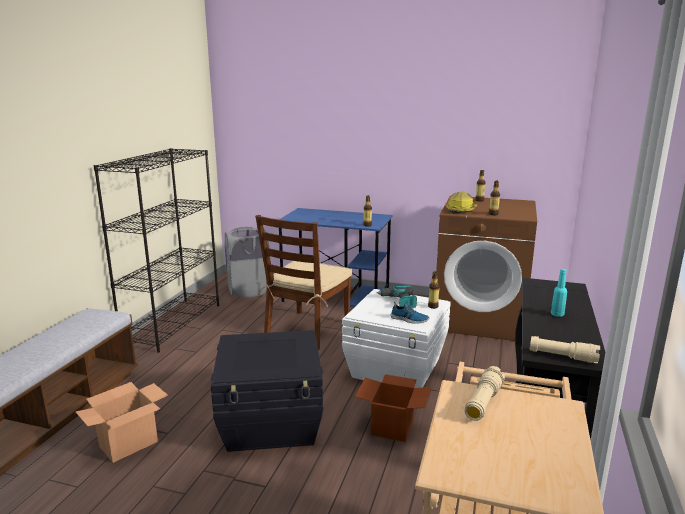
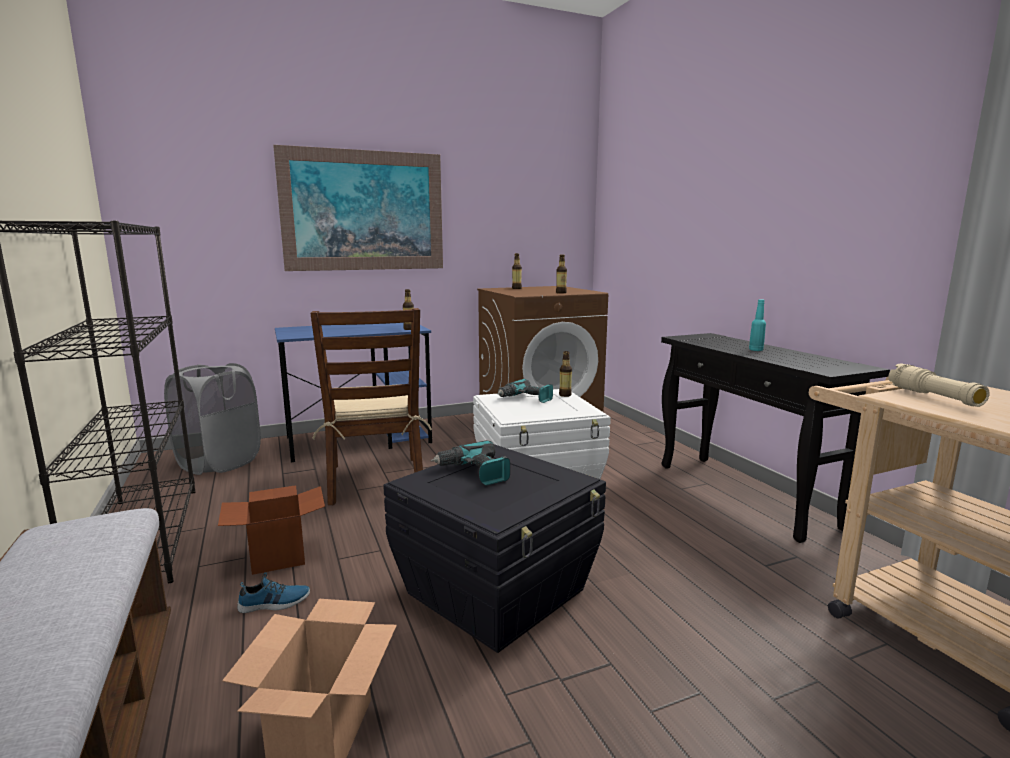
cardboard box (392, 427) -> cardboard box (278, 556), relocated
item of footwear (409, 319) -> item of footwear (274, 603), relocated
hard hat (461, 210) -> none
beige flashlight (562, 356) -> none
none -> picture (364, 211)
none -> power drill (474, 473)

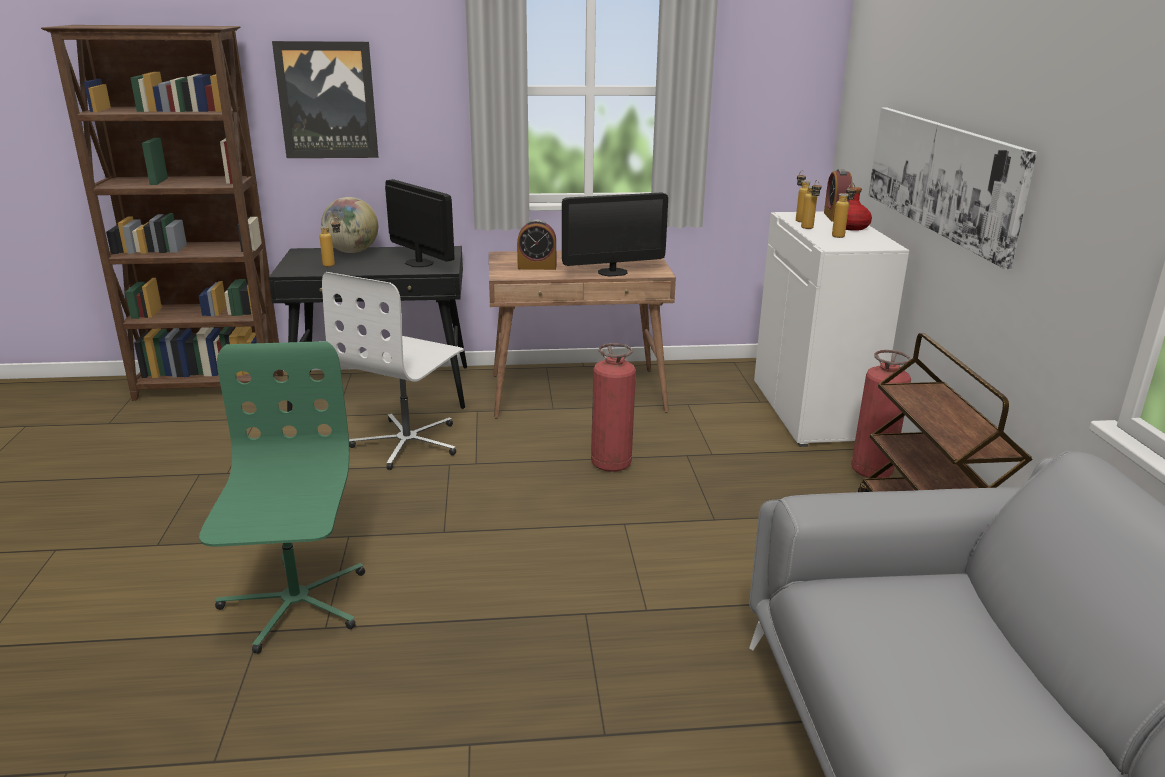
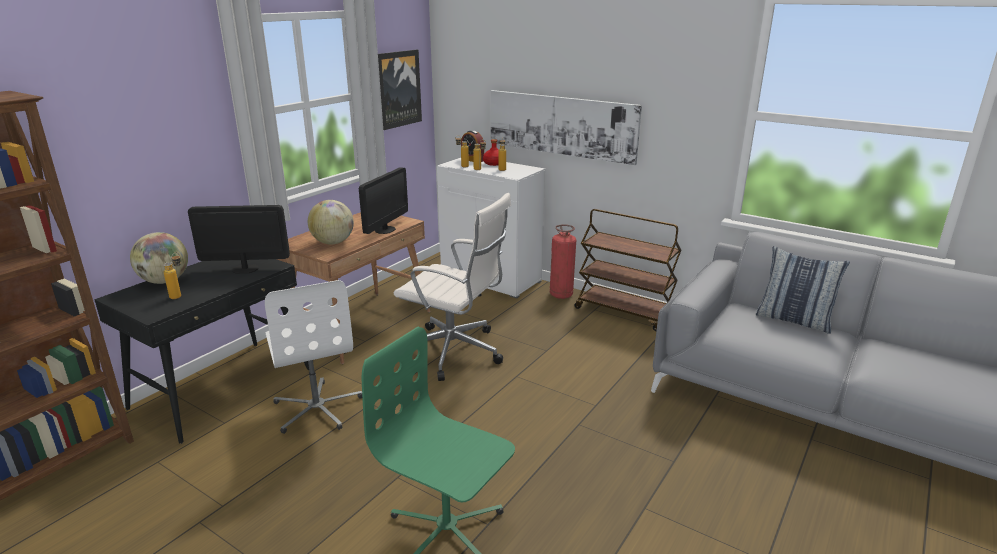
picture (327, 100) -> picture (398, 89), relocated
table clock (537, 267) -> desk globe (333, 242)
fire extinguisher (611, 464) -> white office chair (454, 352)
none -> throw pillow (794, 320)

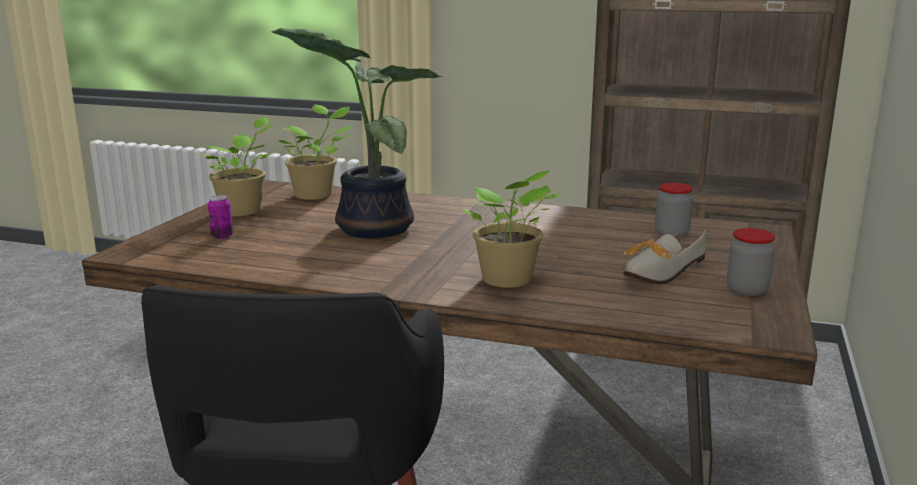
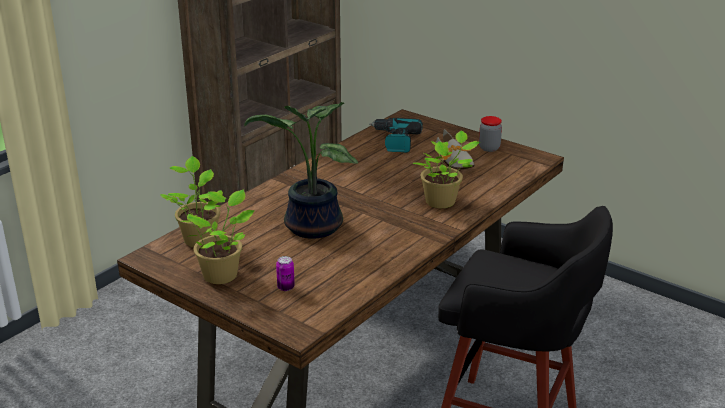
storage jar (671, 234) -> power drill (394, 141)

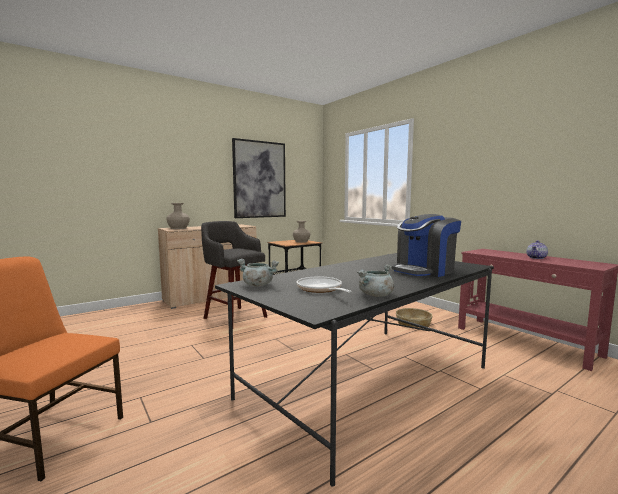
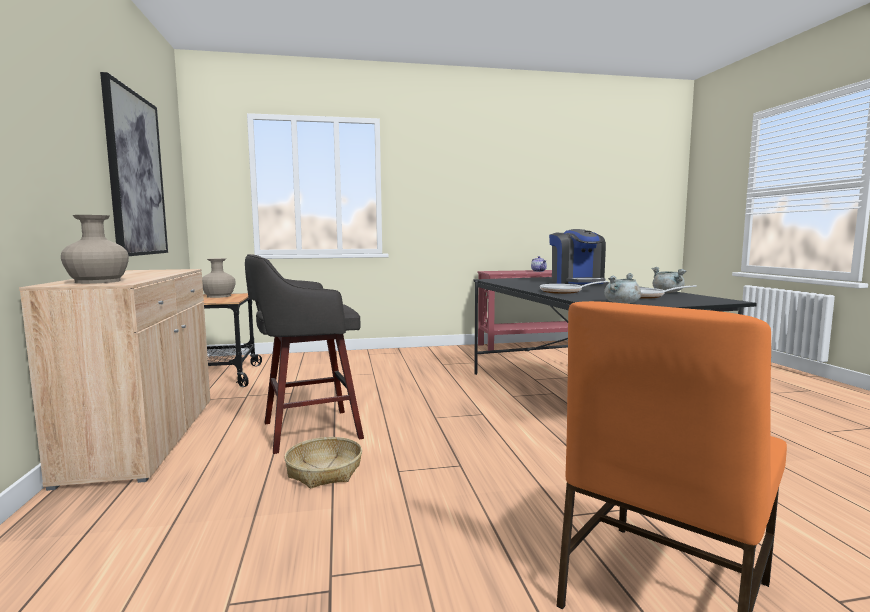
storage basket (413, 323) -> storage basket (324, 471), relocated
none -> pan (564, 292)

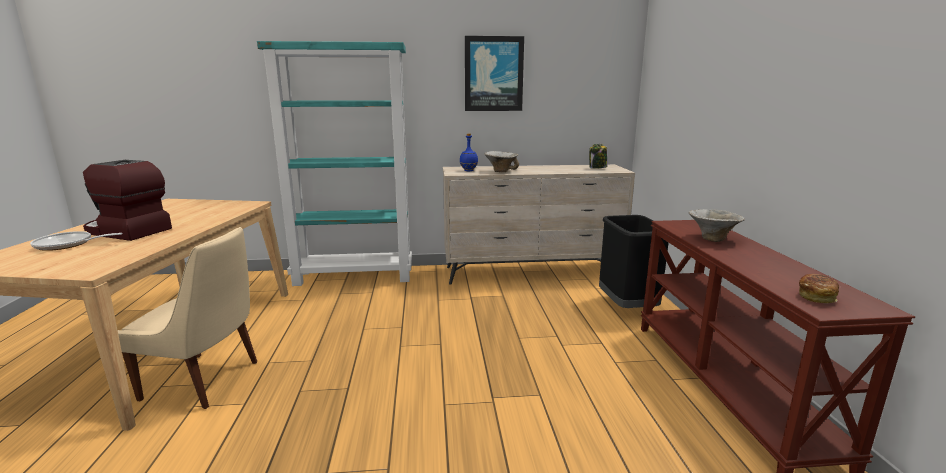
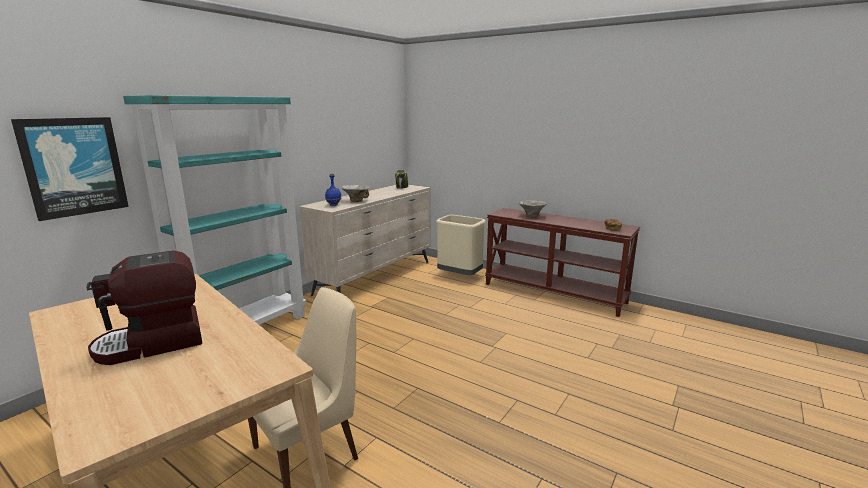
pan (68, 245) -> none
picture (493, 74) -> picture (74, 167), relocated
black-coloured waste bin (626, 306) -> beige waste bin (459, 276)

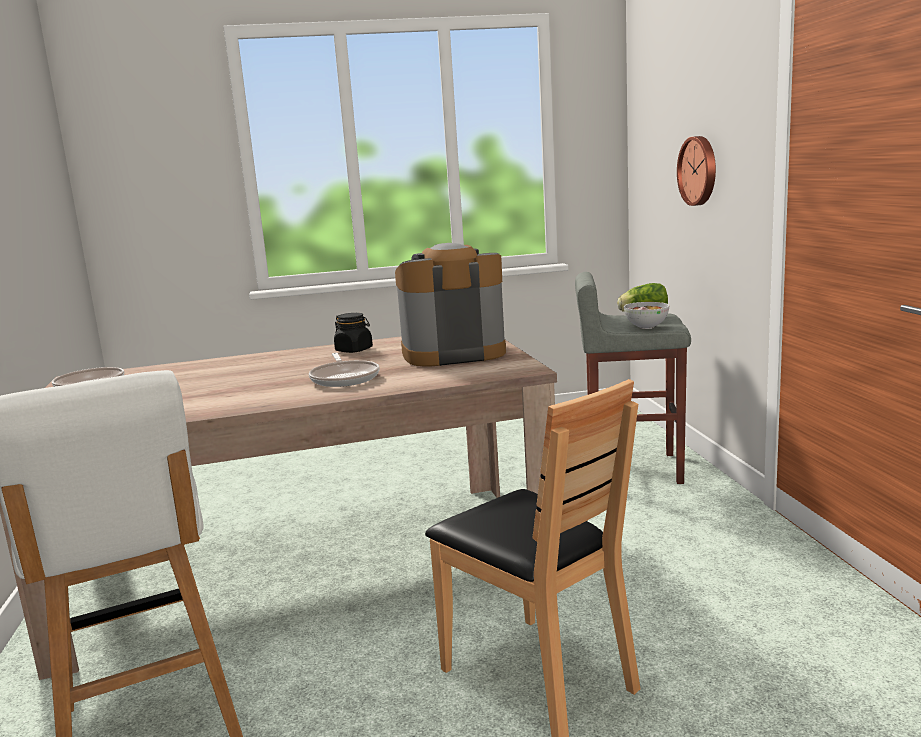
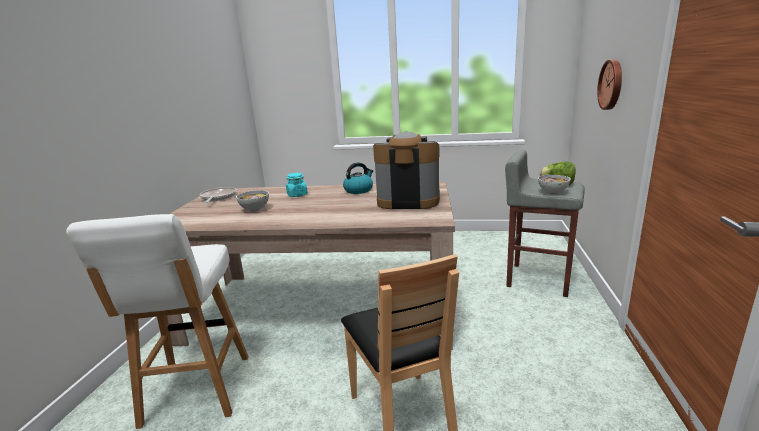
pan (344, 378) -> none
black-coloured storage jar (354, 350) -> kettle (359, 190)
none -> serving bowl (254, 209)
none -> turquoise storage jar (297, 195)

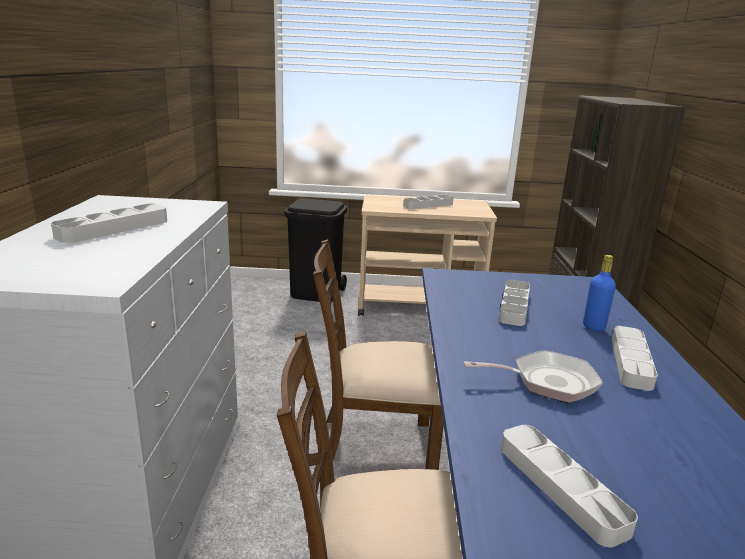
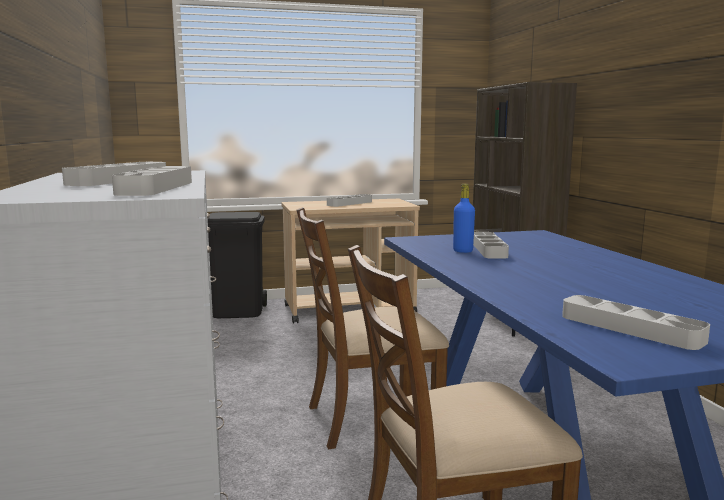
pan (547, 382) -> none
blue-coloured bottle (593, 327) -> blue-coloured bottle (463, 251), relocated
gray tray (631, 361) -> gray tray (156, 188), relocated

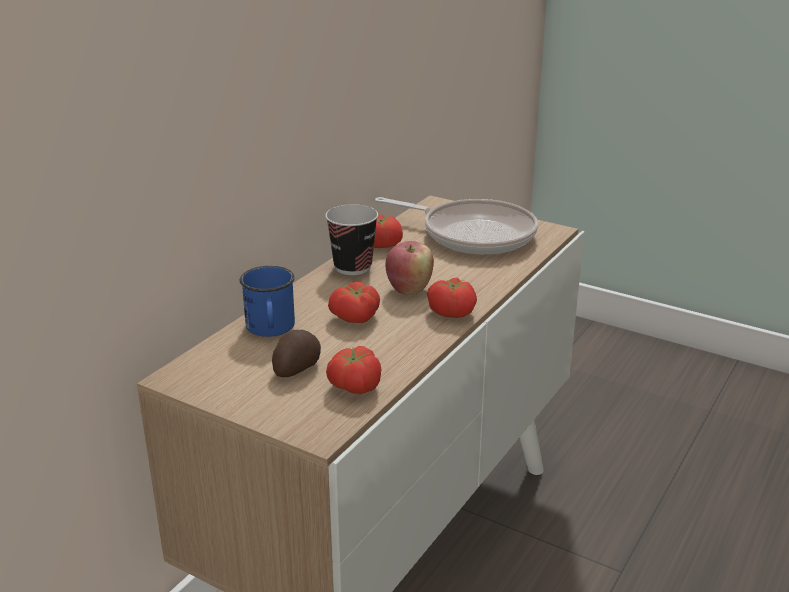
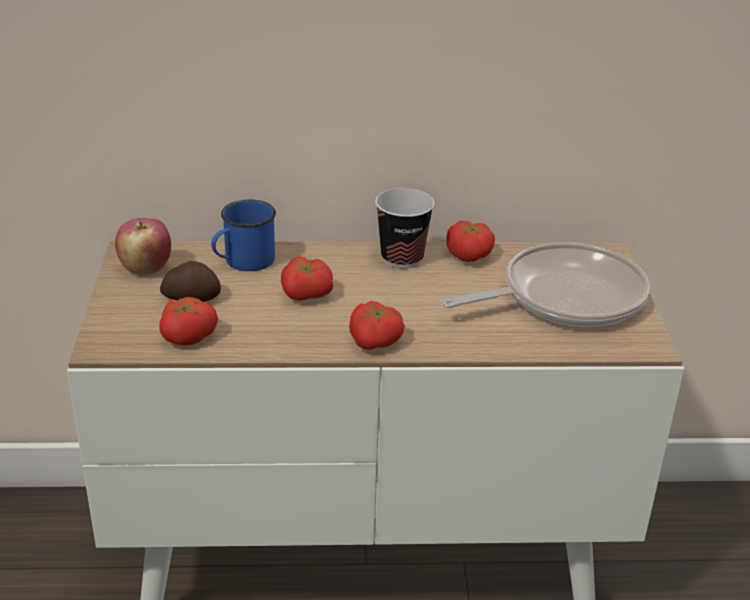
pan (472, 234) -> pan (564, 297), 105 degrees counterclockwise
apple (409, 289) -> apple (145, 269), relocated

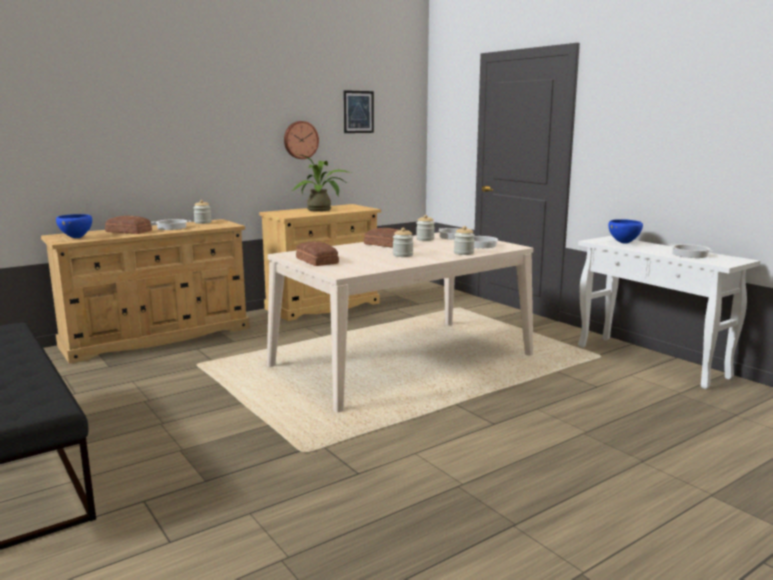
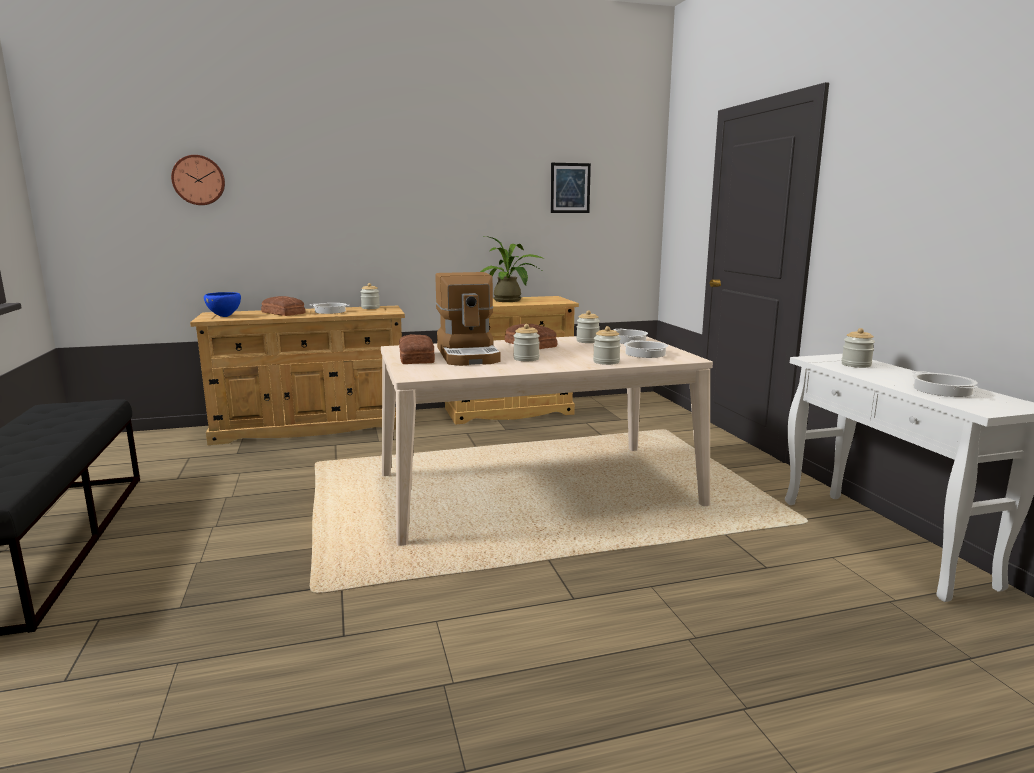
clock on the wall (300, 140) -> clock on the wall (199, 180), relocated
blue-coloured serving bowl (624, 243) -> storage jar (856, 365)
none -> coffee maker (469, 355)

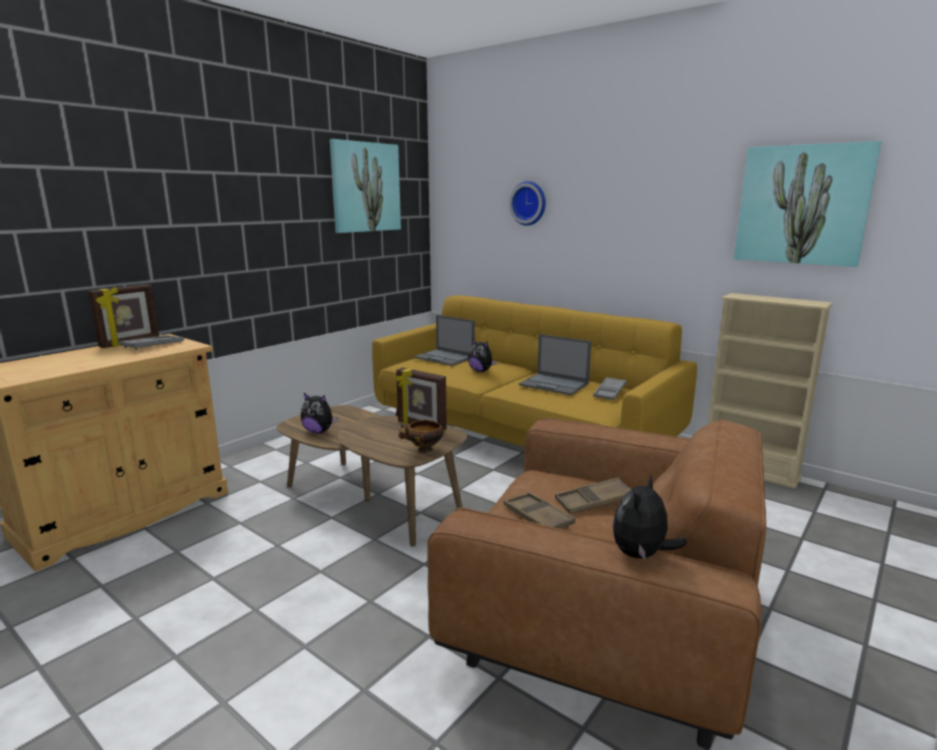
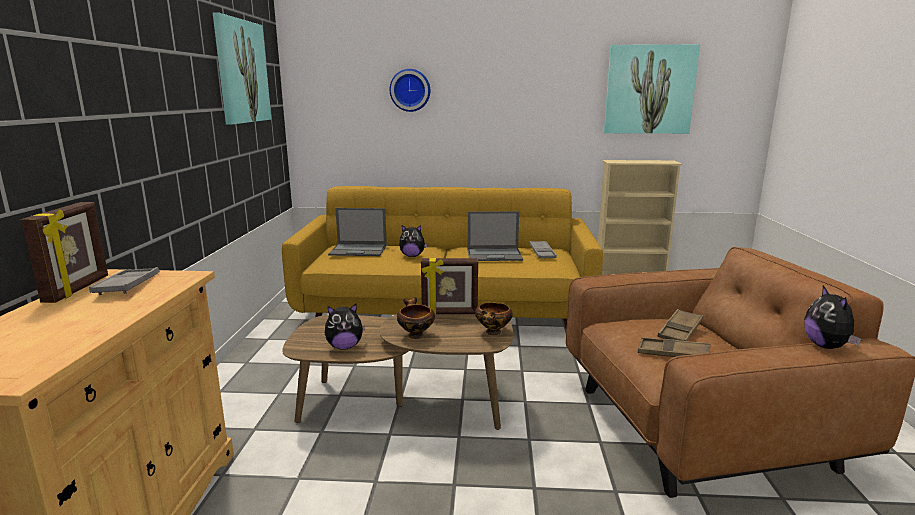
none -> serving bowl (415, 335)

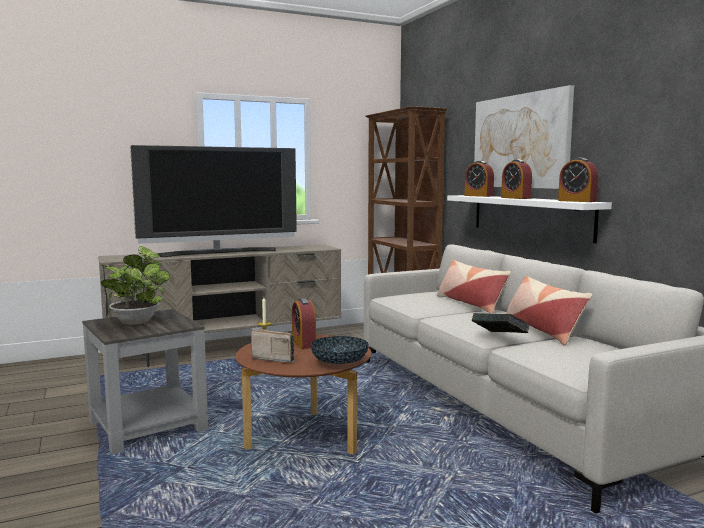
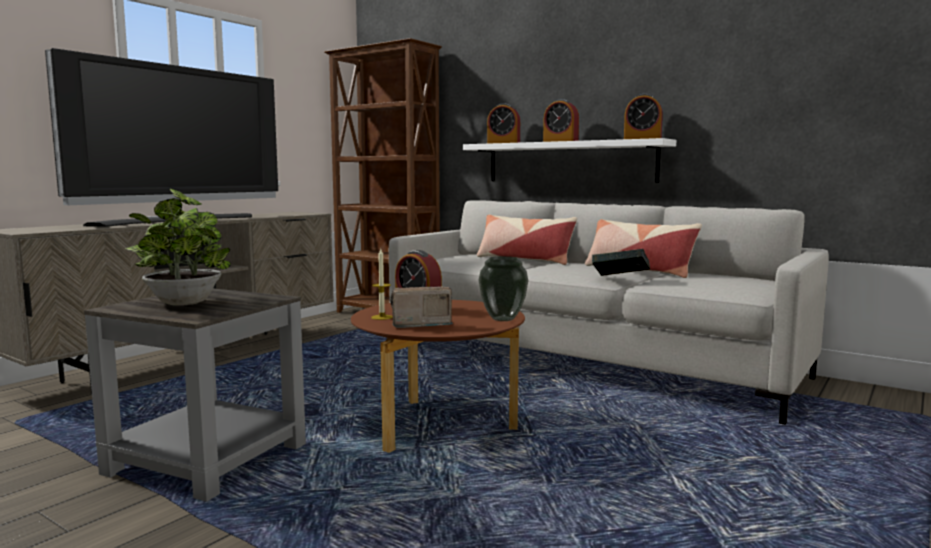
serving bowl (339, 363) -> vase (503, 319)
picture (520, 141) -> none

